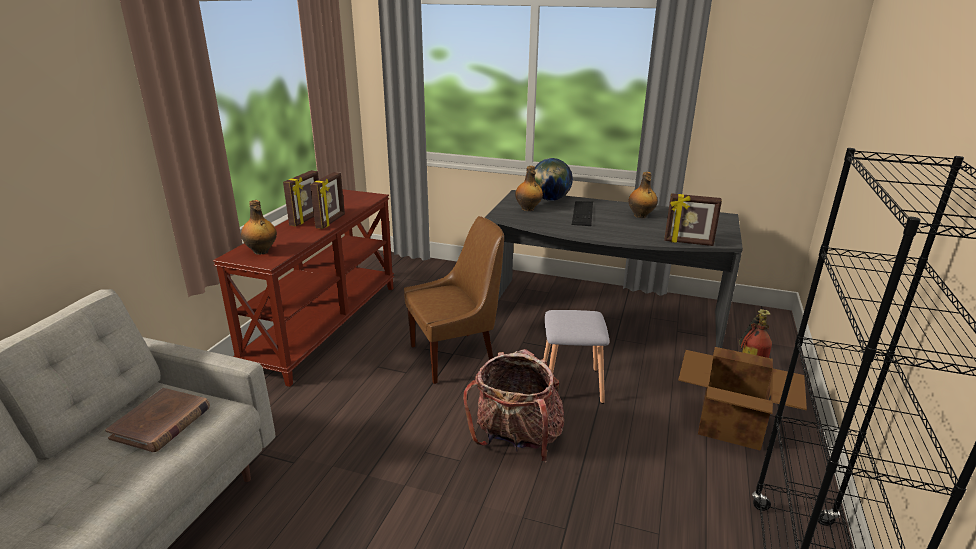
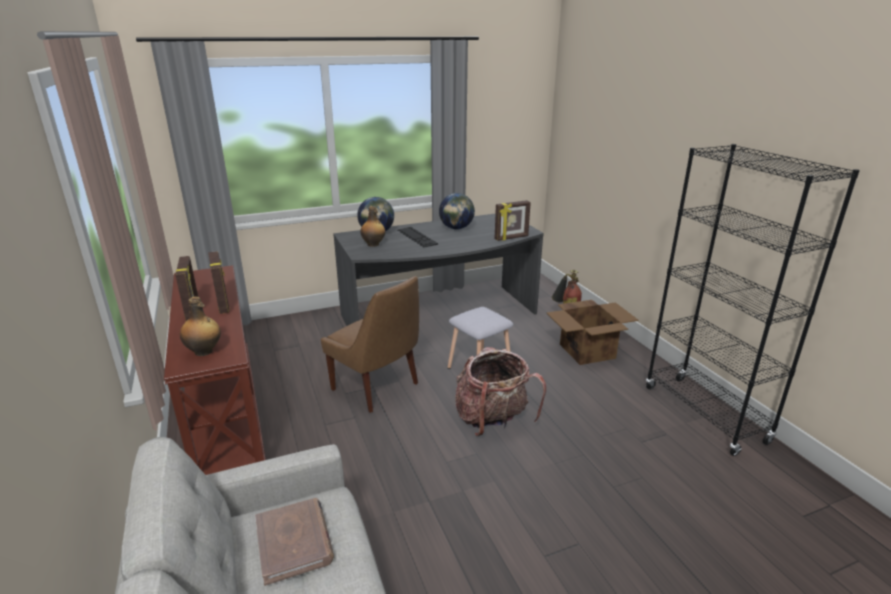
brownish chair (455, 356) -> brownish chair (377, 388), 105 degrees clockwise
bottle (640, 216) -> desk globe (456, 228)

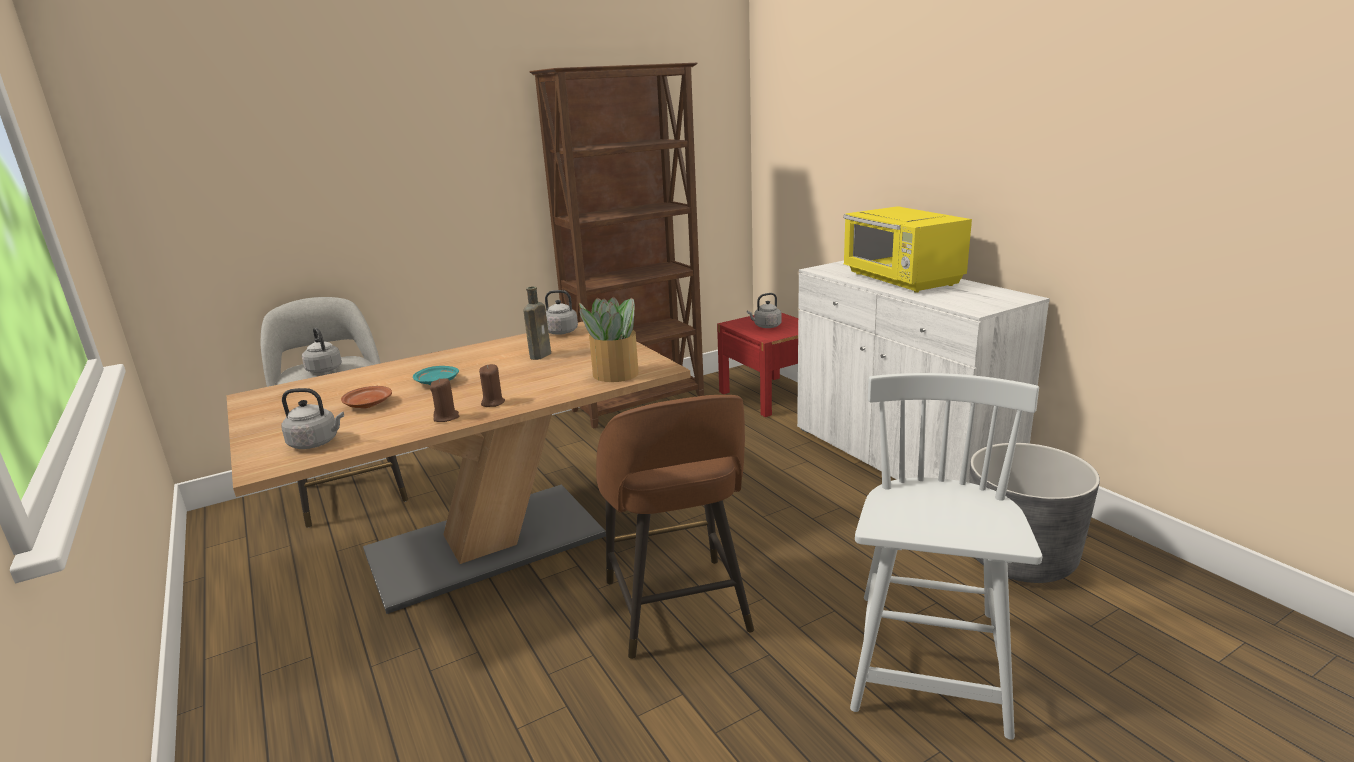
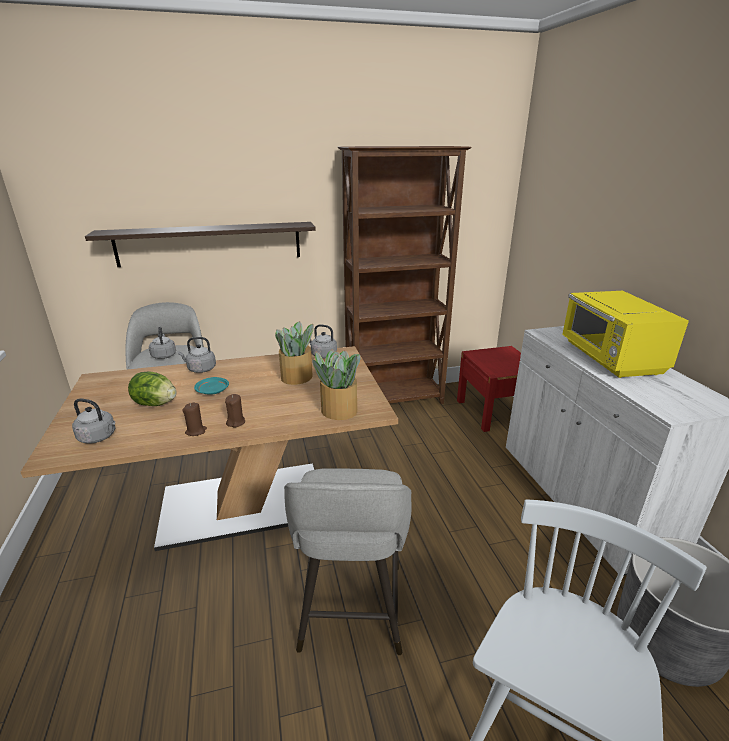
brownish dinner plate (367, 404) -> lettuce head (155, 404)
brownish bottle (541, 355) -> plant in a pot (297, 377)
brownish stool seat (677, 609) -> gray stool seat (351, 610)
gray kettle (766, 326) -> gray kettle (200, 369), relocated
none -> shelf (210, 244)

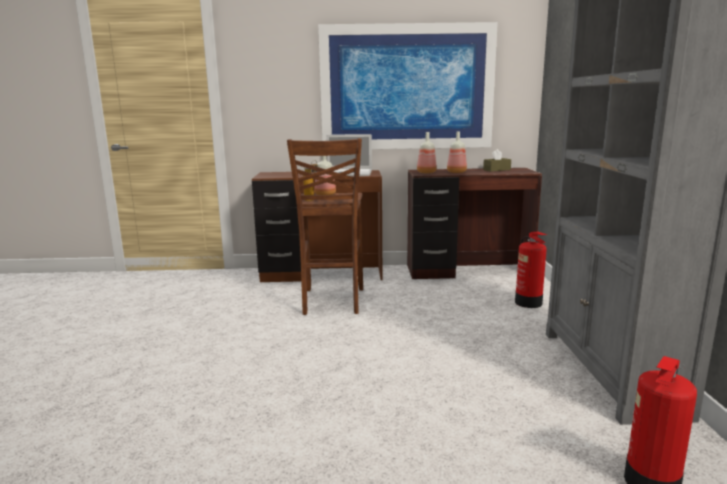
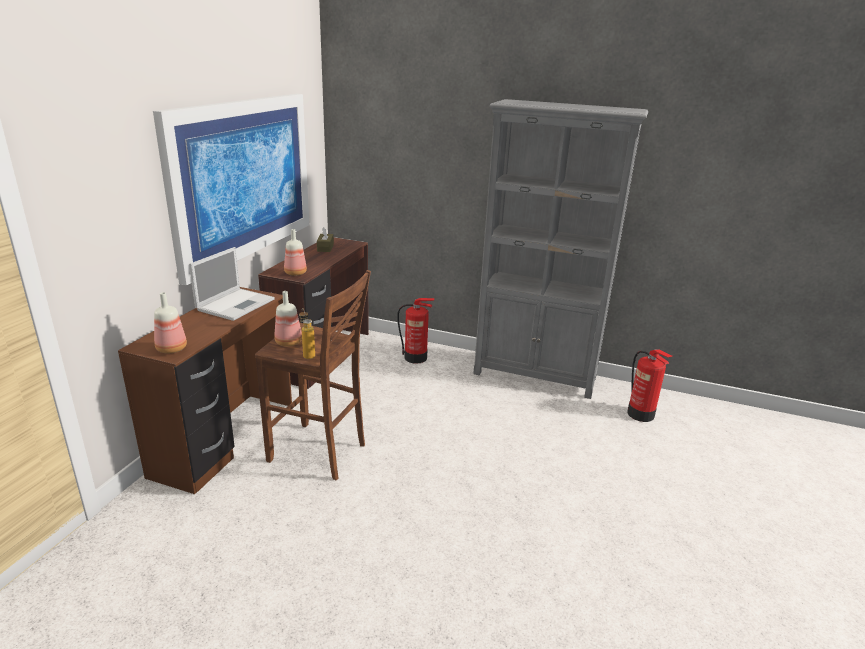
bottle (456, 172) -> bottle (172, 349), relocated

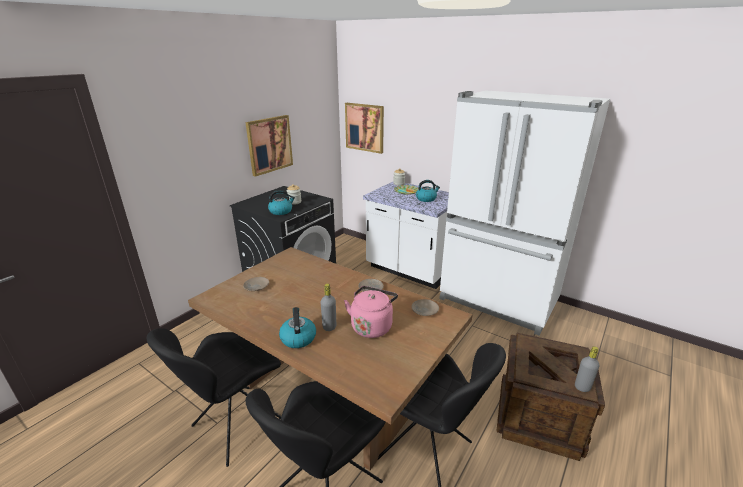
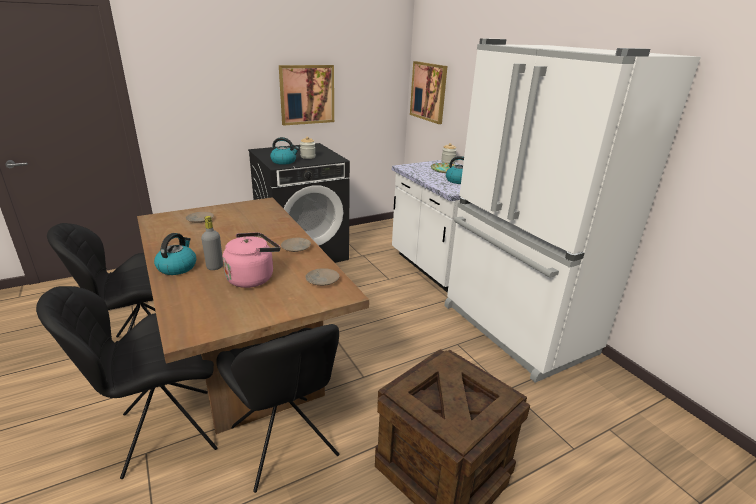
gray bottle (582, 387) -> none

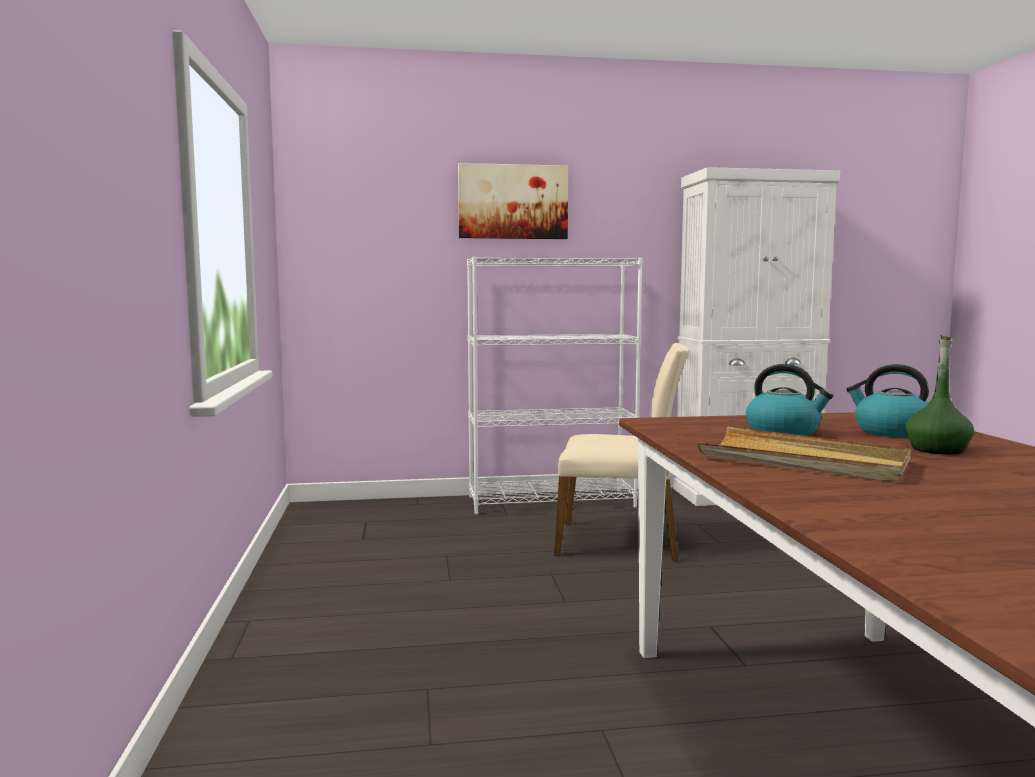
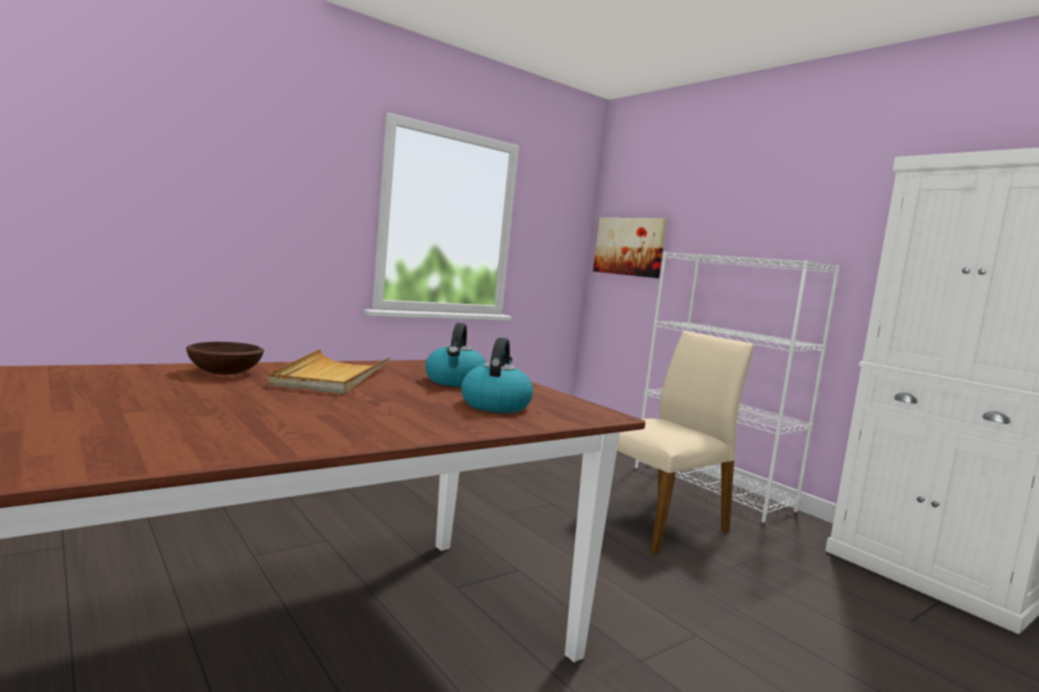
picture (513, 202) -> picture (629, 246), relocated
beige chair (619, 541) -> beige chair (658, 522), 105 degrees counterclockwise
greenish bottle (937, 450) -> none
none -> brownish serving bowl (223, 373)

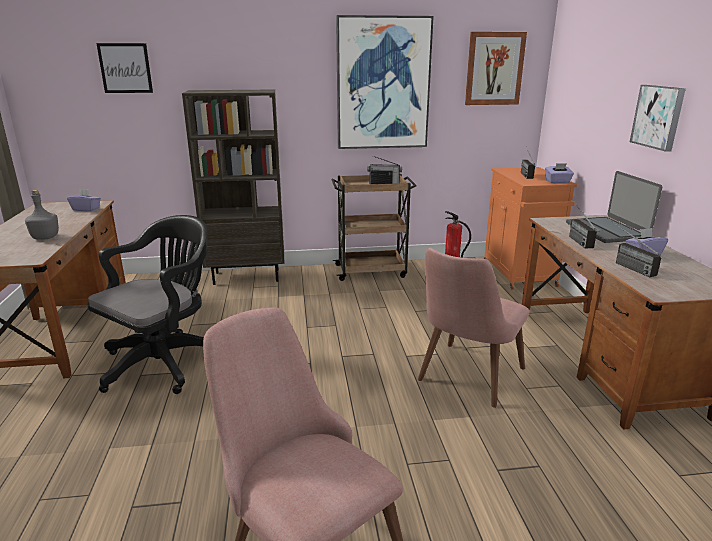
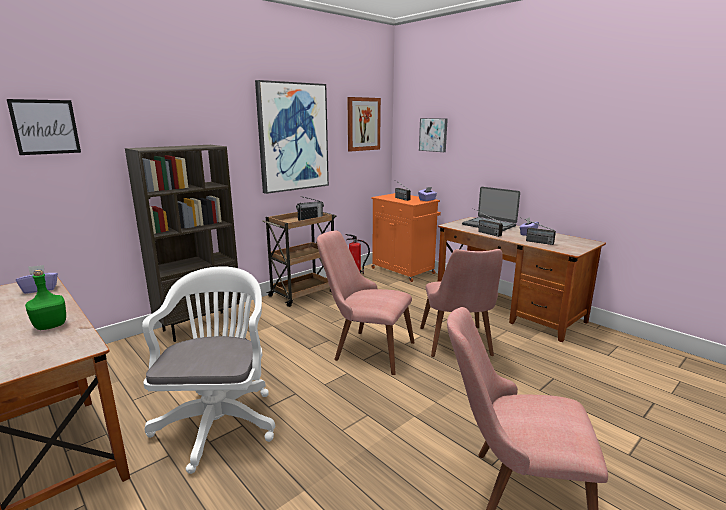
gray bottle (45, 238) -> greenish bottle (51, 326)
black-coloured office chair (165, 361) -> white office chair (219, 420)
picture (658, 117) -> picture (433, 135), relocated
none -> pinkish chair (365, 349)

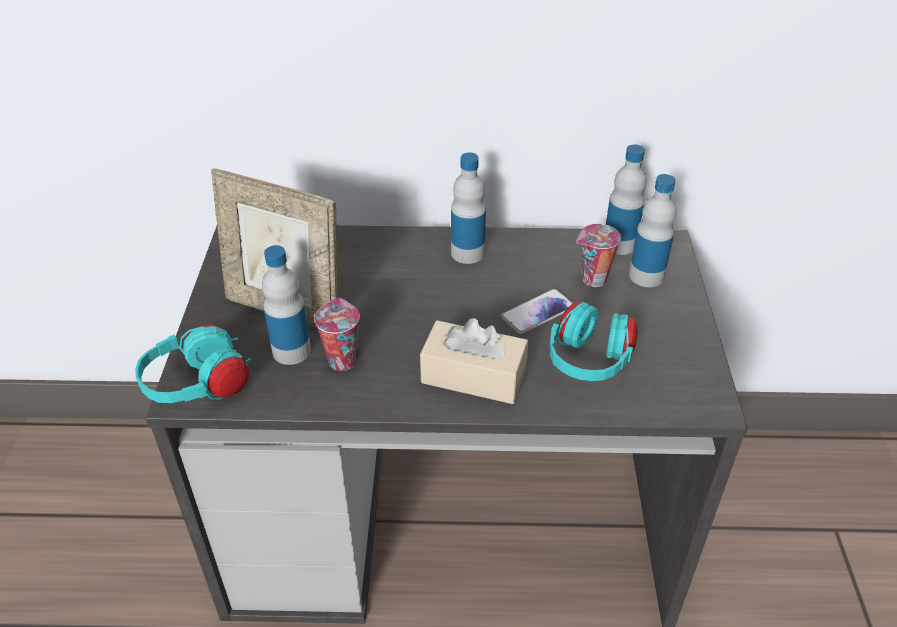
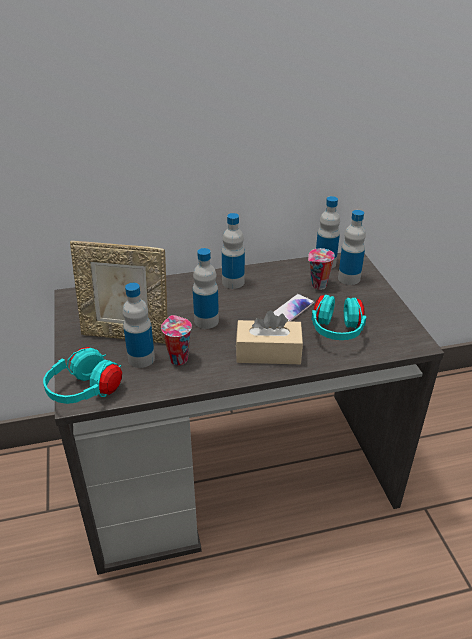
none -> bottle (206, 321)

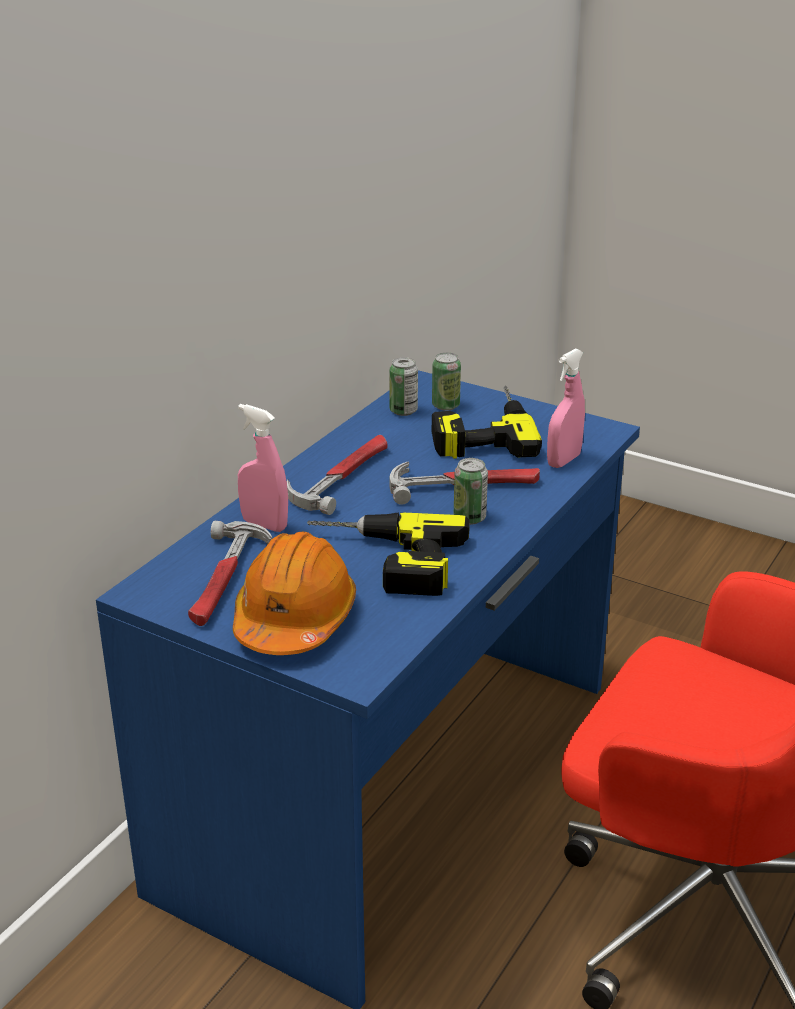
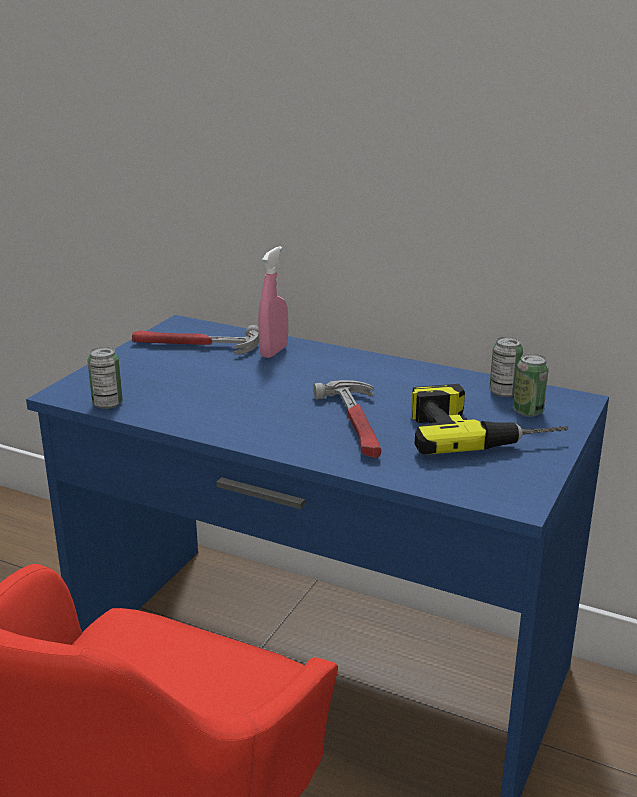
orange-coloured hard hat (294, 619) -> none
hand hammer (342, 477) -> none
power drill (383, 561) -> none
sealed can (469, 518) -> sealed can (107, 403), relocated
pinkish spray bottle (563, 461) -> none

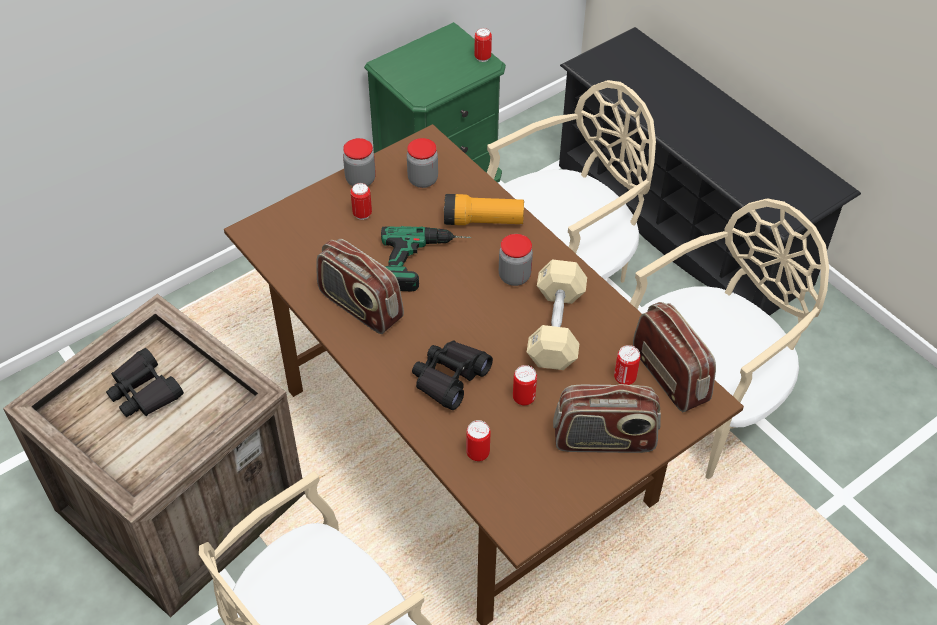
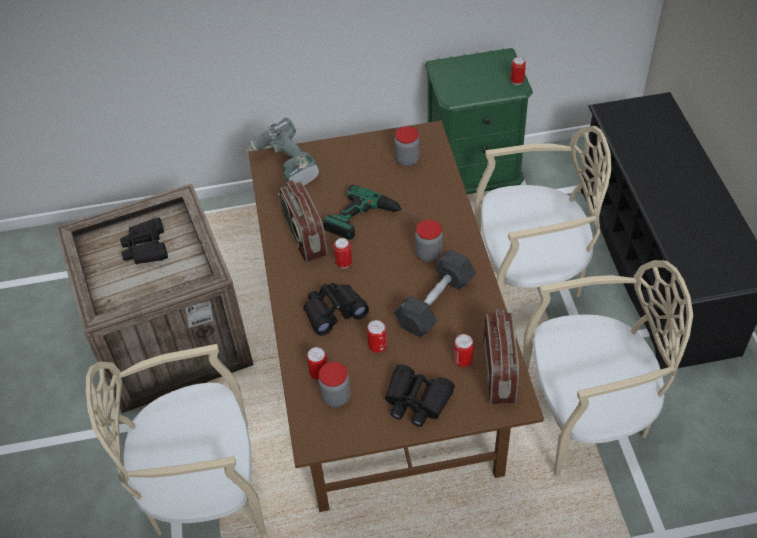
storage jar (360, 180) -> storage jar (336, 397), relocated
sealed can (362, 214) -> sealed can (344, 263), relocated
flashlight (483, 221) -> none
beige free weight (556, 327) -> black-coloured free weight (435, 303)
radio set (604, 440) -> black-coloured pair of binoculars (416, 400)
none -> power drill (283, 168)

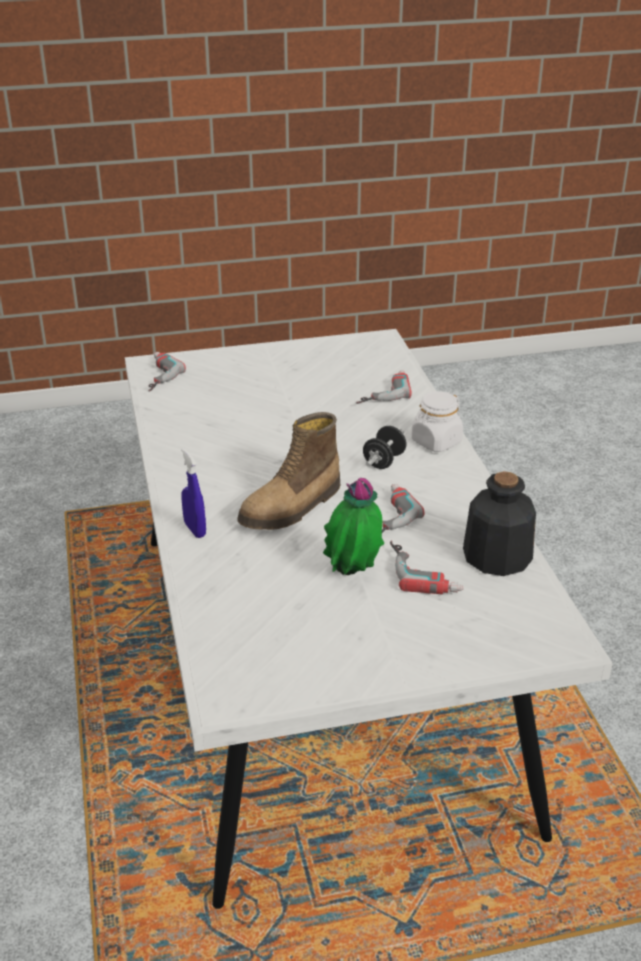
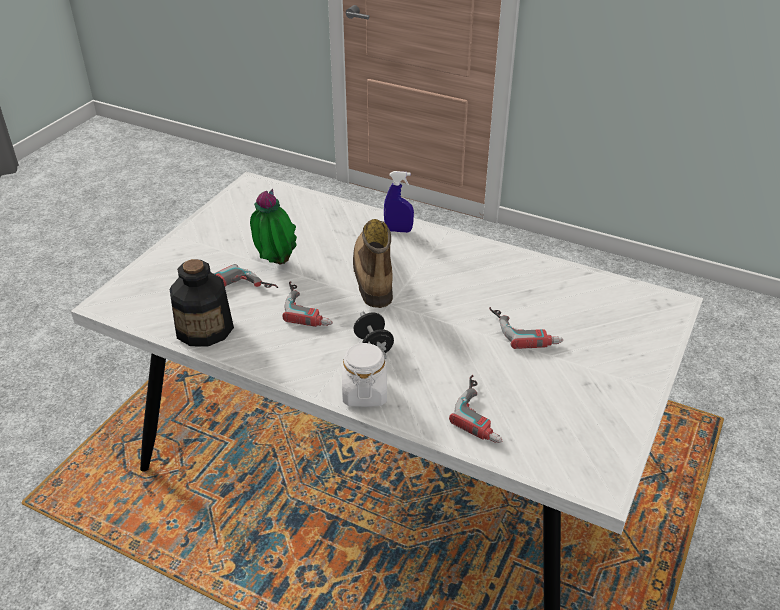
power drill (154, 376) -> power drill (525, 329), relocated

